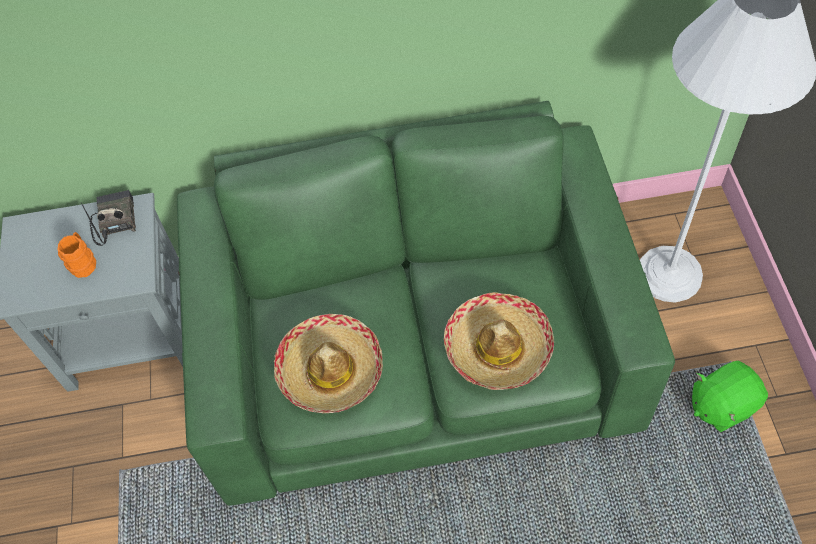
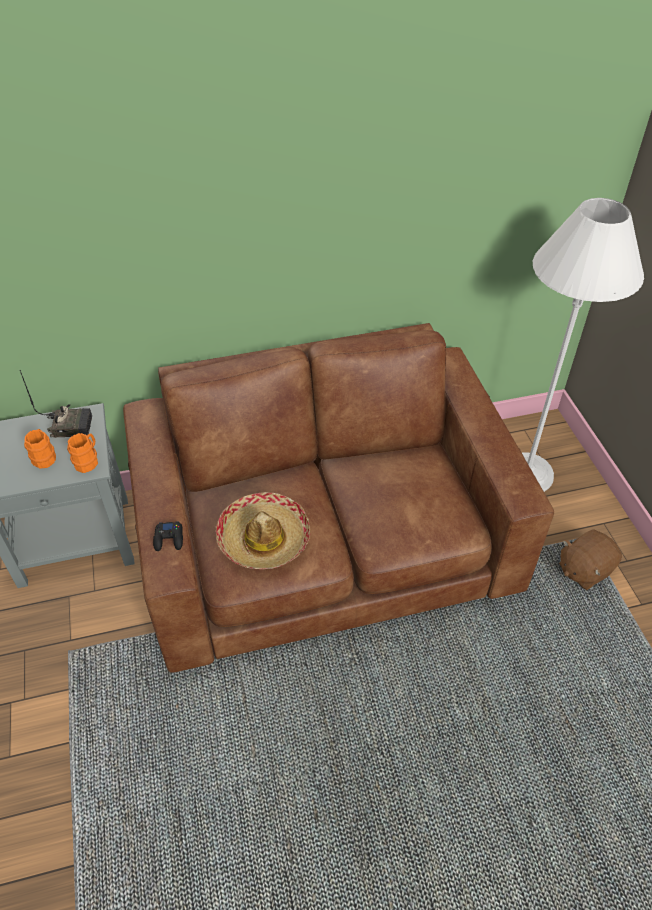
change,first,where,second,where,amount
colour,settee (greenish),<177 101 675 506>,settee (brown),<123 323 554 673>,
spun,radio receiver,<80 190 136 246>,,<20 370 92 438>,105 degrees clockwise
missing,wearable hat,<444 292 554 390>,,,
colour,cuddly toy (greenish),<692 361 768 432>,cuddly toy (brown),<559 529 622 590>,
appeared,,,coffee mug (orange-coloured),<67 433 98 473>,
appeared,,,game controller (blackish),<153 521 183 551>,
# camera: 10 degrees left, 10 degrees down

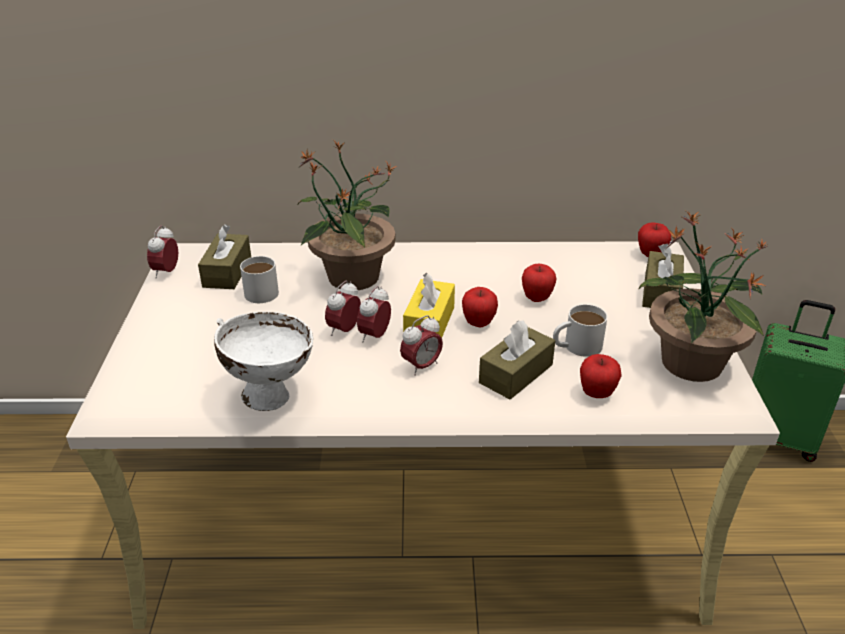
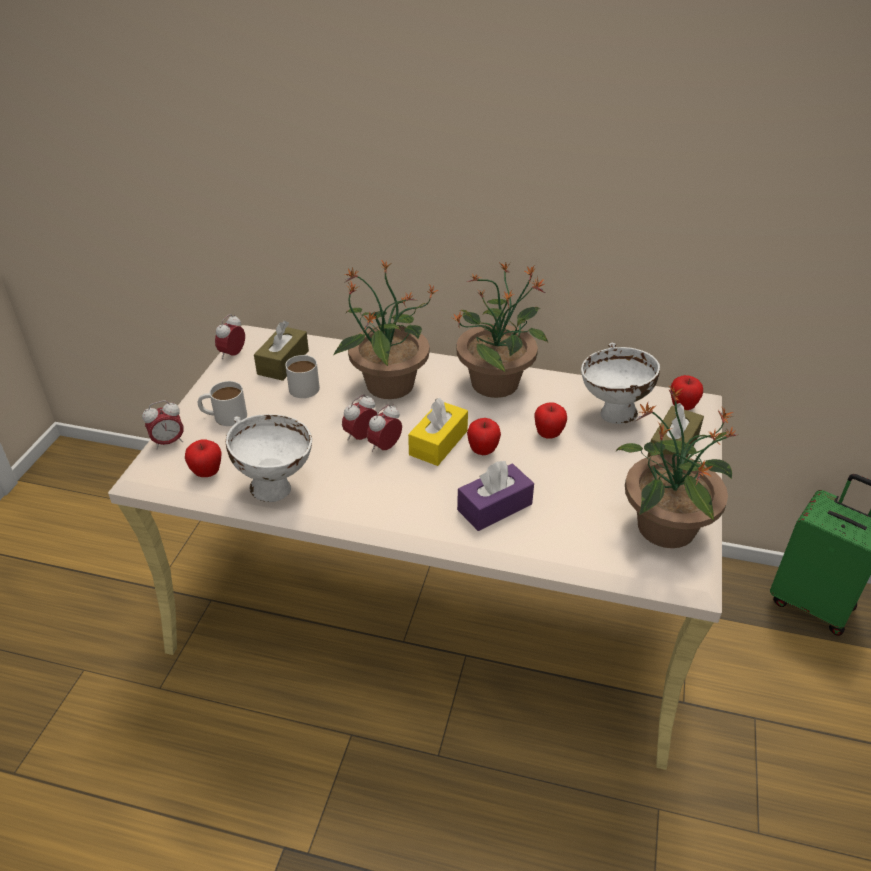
change,first,where,second,where,amount
relocated,coffee mug (whitish),<553 304 607 357>,,<197 381 247 426>,
relocated,table clock,<400 315 443 376>,,<142 400 183 449>,
colour,box of tissues (brown),<479 320 555 399>,box of tissues (purplish),<457 461 534 531>,
relocated,apple fruit,<580 354 622 398>,,<185 439 222 477>,
appeared,,,plant in a pot,<452 263 548 398>,
appeared,,,deep dish (whitish),<581 343 660 424>,
# camera: 15 degrees right, 5 degrees up

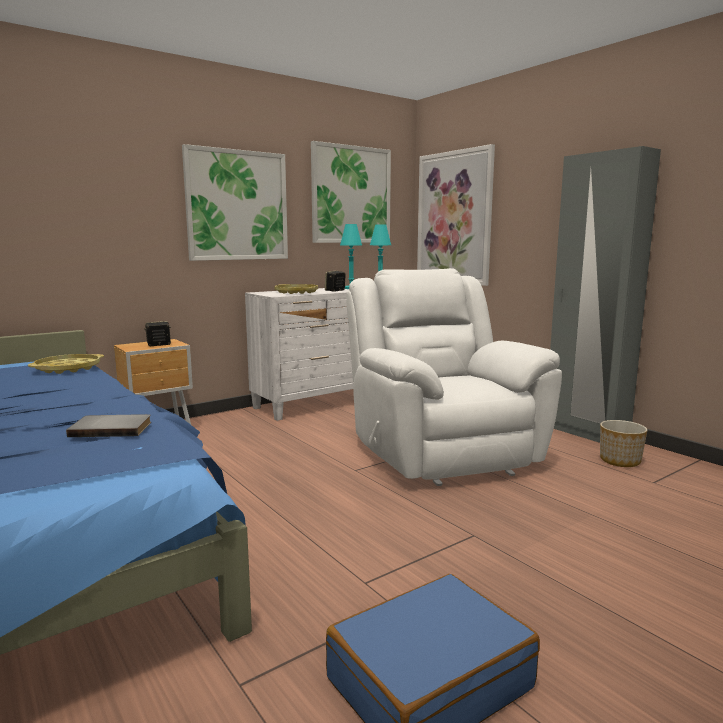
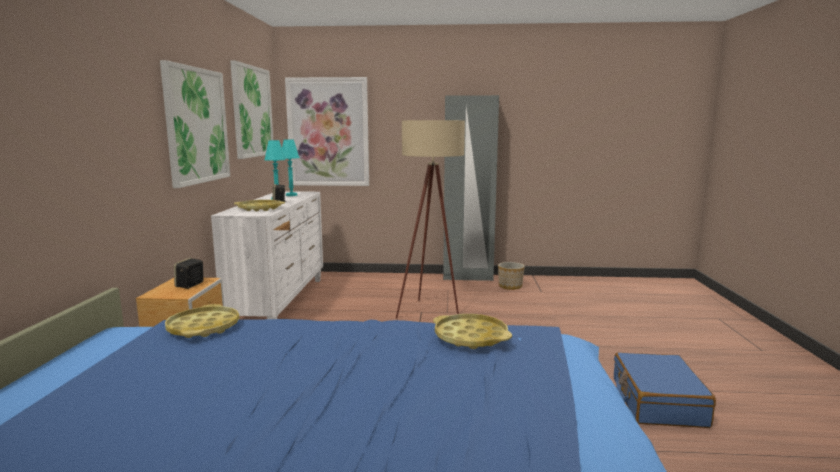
change,first,where,second,where,amount
exchanged,lounge chair (whitish),<346 268 562 486>,floor lamp (beige),<396 120 465 319>,
exchanged,bound book (grey),<66 414 151 437>,tray (yellow-coloured),<433 314 512 349>,
# camera: 50 degrees left, 0 degrees up

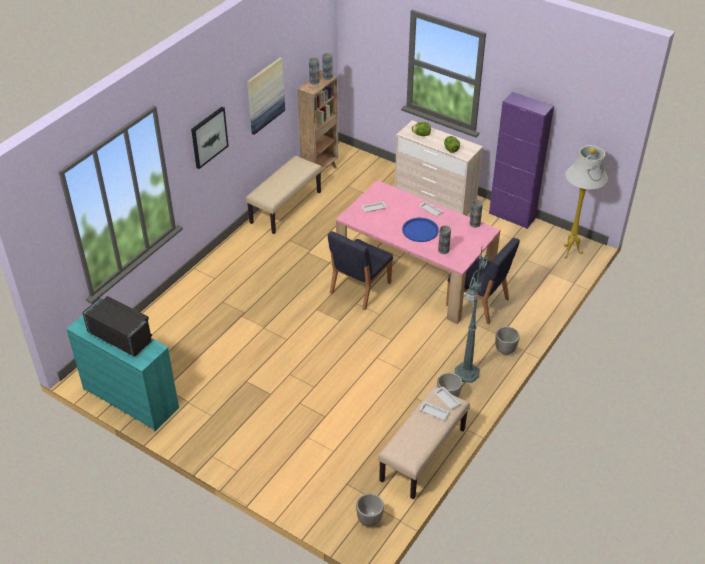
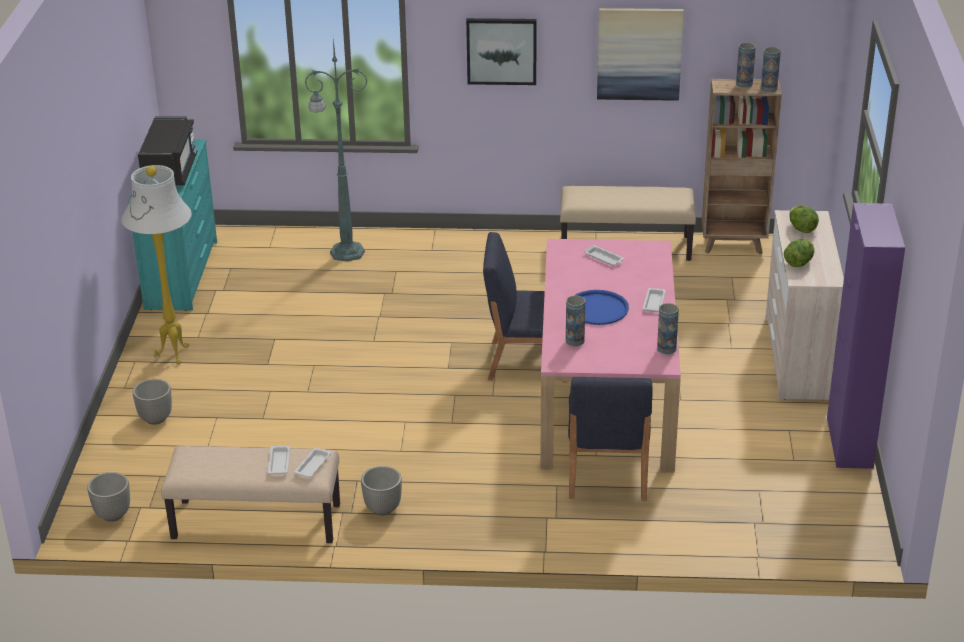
change,first,where,second,where,amount
relocated,floor lamp (whitish),<564 145 608 258>,,<121 165 192 364>,
relocated,floor lamp (greenish),<455 248 489 383>,,<305 39 368 262>,
relocated,planter,<495 326 520 355>,,<133 379 172 425>,
# camera: 60 degrees right, 10 degrees down

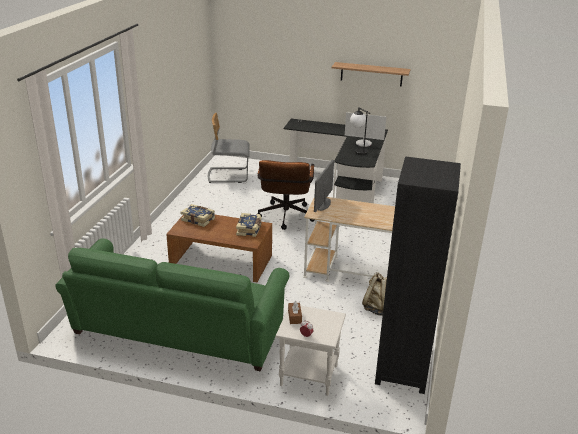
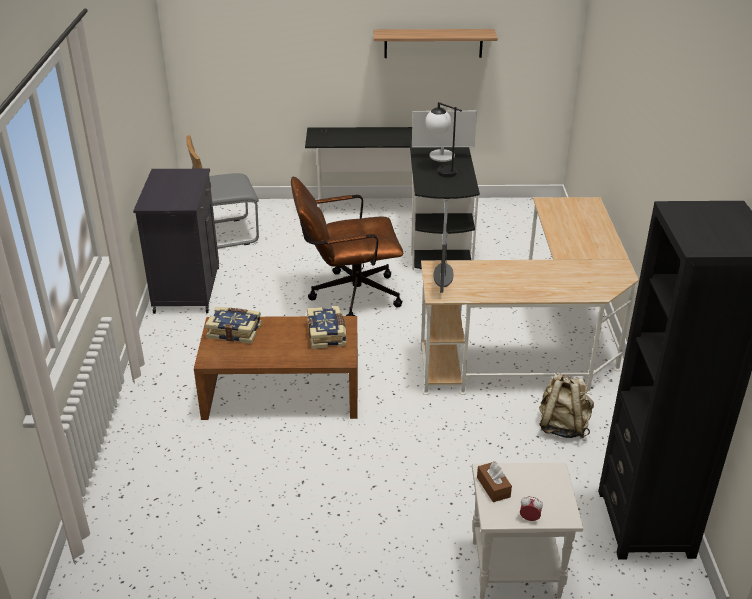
change,first,where,second,where,amount
spun,computer chair (brown),<257 160 315 230>,,<291 177 403 316>,90 degrees clockwise
missing,settee (greenish),<55 238 289 371>,,,
appeared,,,storage cabinet (blackish),<133 169 219 314>,
# camera: 15 degrees left, 5 degrees up

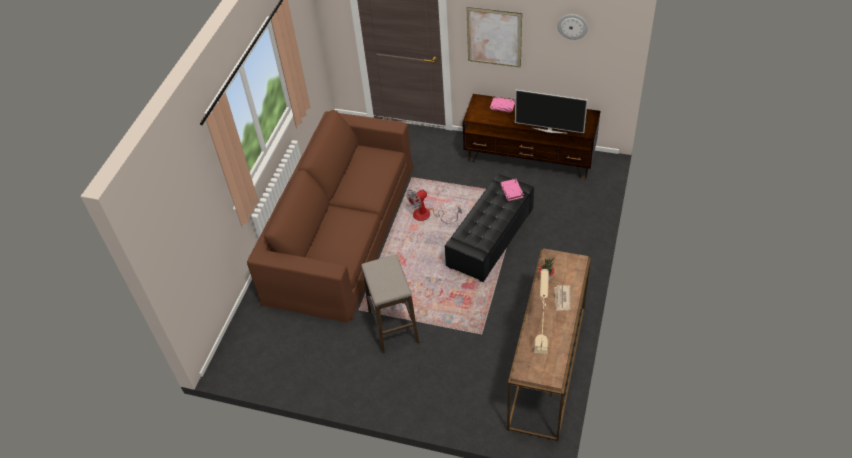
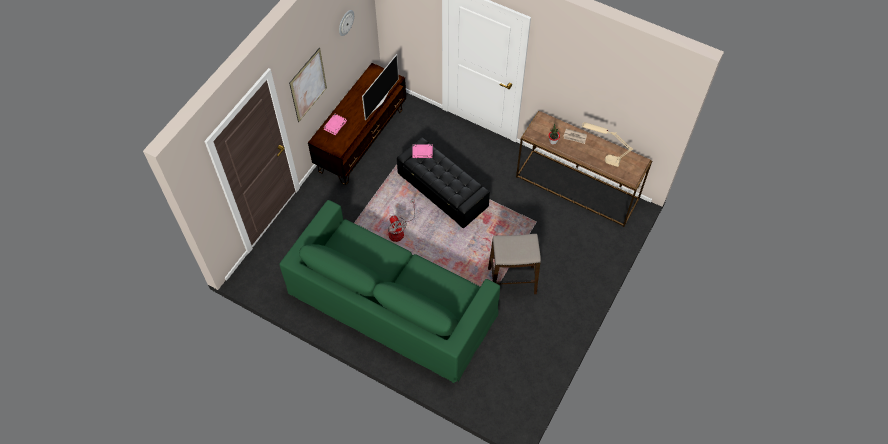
change,first,where,second,where,amount
colour,settee (brown),<247 110 413 323>,settee (greenish),<279 200 500 383>,
# camera: 80 degrees left, 10 degrees up

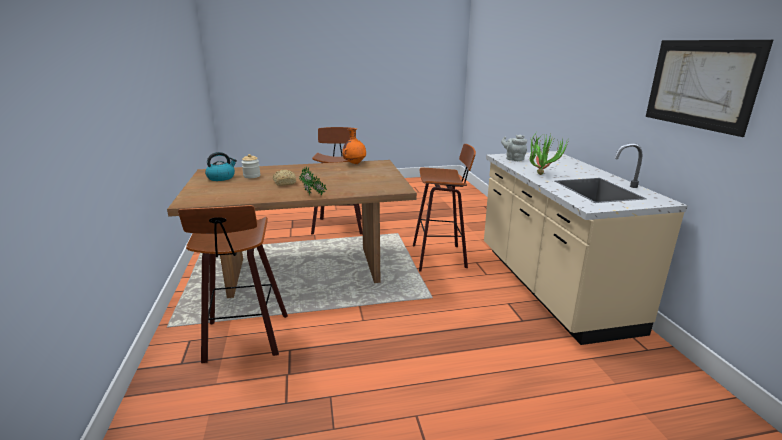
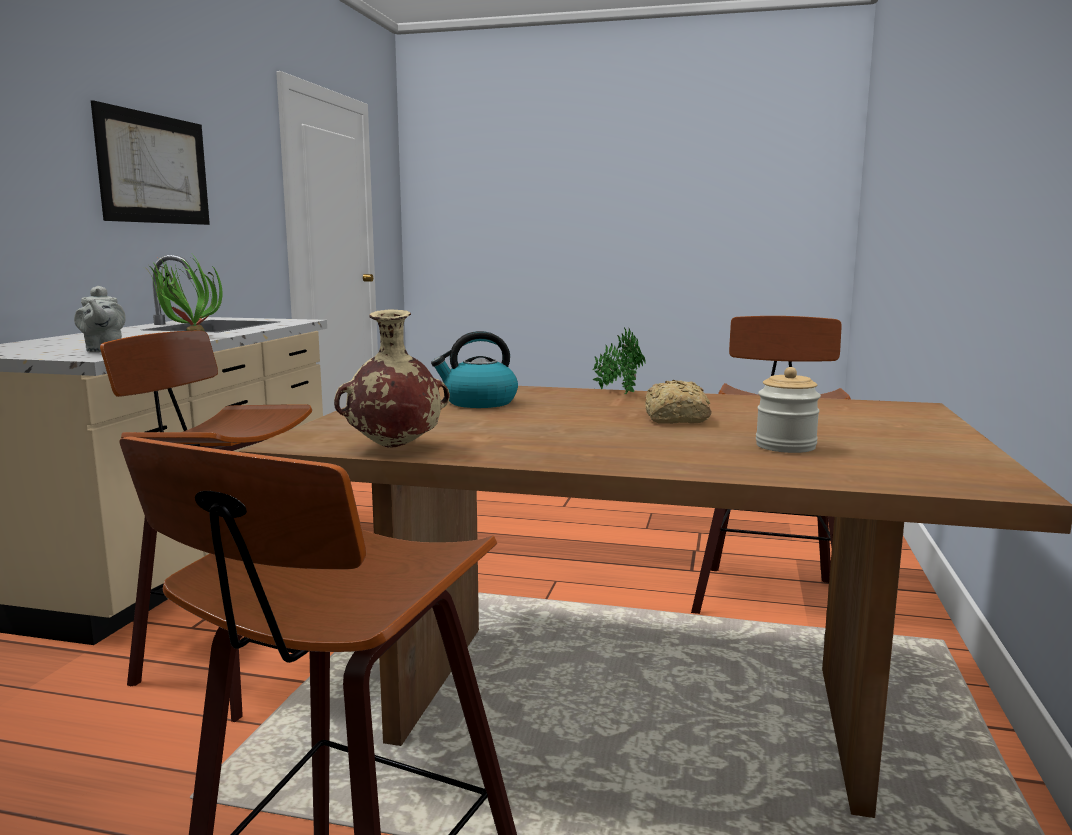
change,first,where,second,where,amount
colour,flower vase (orange-coloured),<342 128 366 164>,flower vase (beige),<334 309 450 448>,
relocated,water kettle,<205 152 237 181>,,<431 331 518 408>,
# camera: 155 degrees left, 10 degrees down

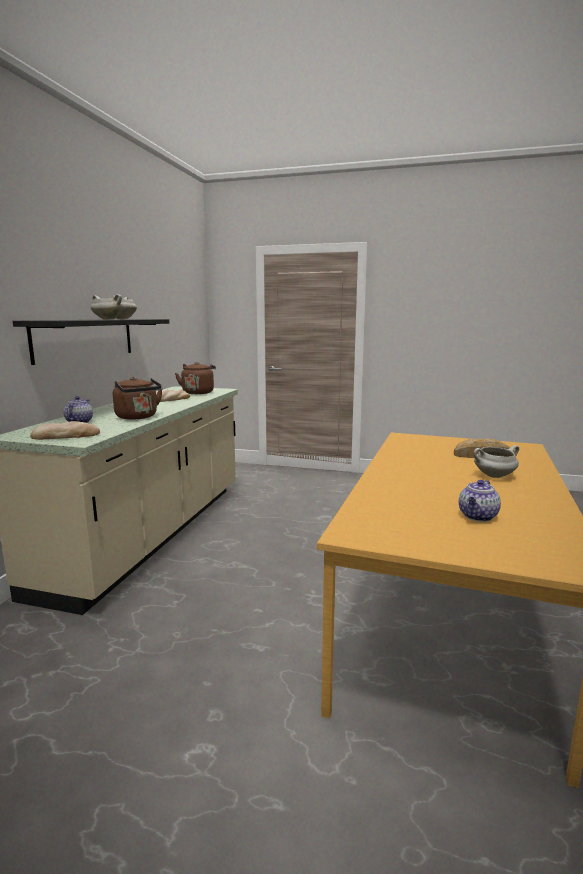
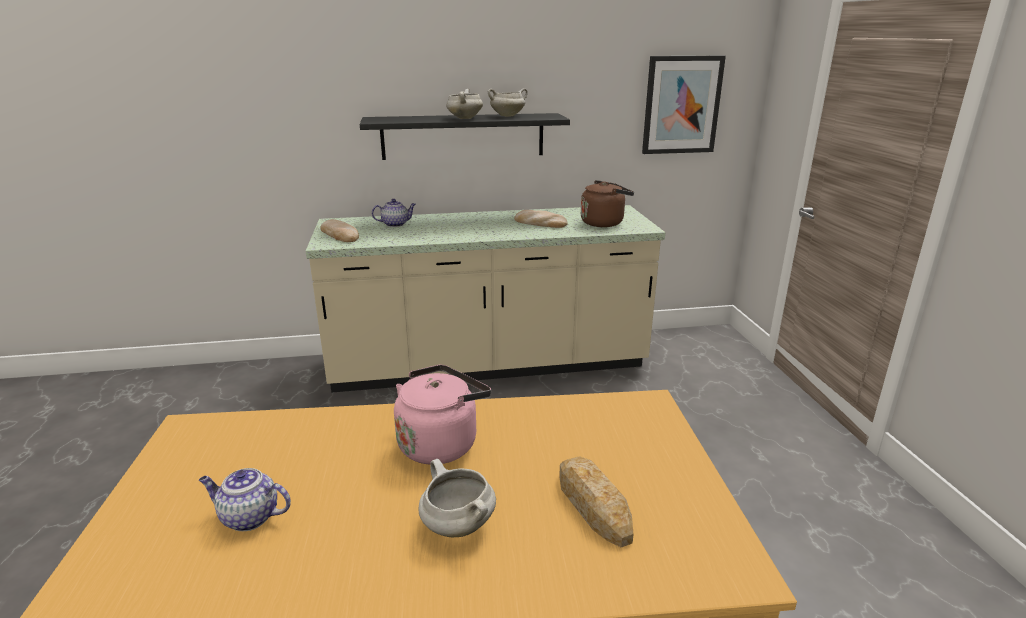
change,first,where,second,where,amount
missing,water kettle (brown),<113 377 162 420>,,,
appeared,,,wall picture,<642 56 726 154>,
appeared,,,water kettle (pink-coloured),<394 365 491 465>,
# camera: 65 degrees right, 10 degrees up

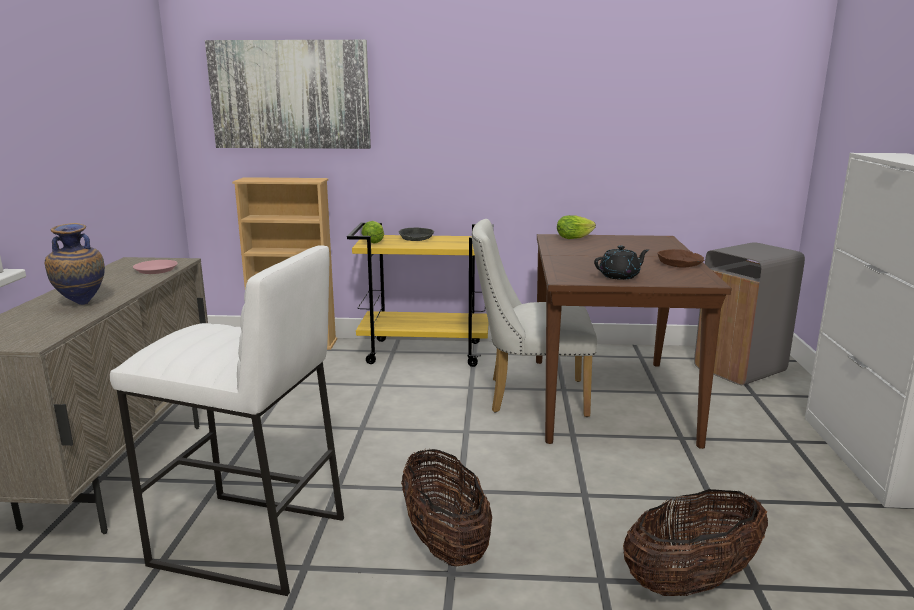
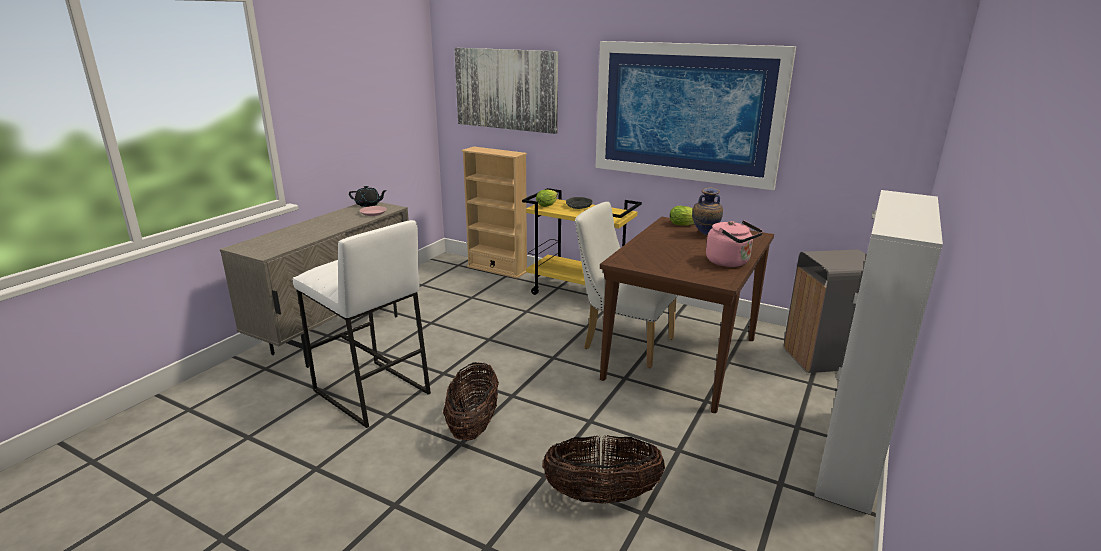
change,first,where,second,where,amount
relocated,flower vase,<45 223 105 305>,,<692 187 723 235>,
relocated,tea pot (blackish),<594 246 649 280>,,<349 186 387 207>,
exchanged,deep dish (brown),<657 249 704 268>,water kettle (pink-coloured),<706 220 763 267>,
appeared,,,wall picture,<596 41 796 190>,
# camera: 25 degrees right, 5 degrees up

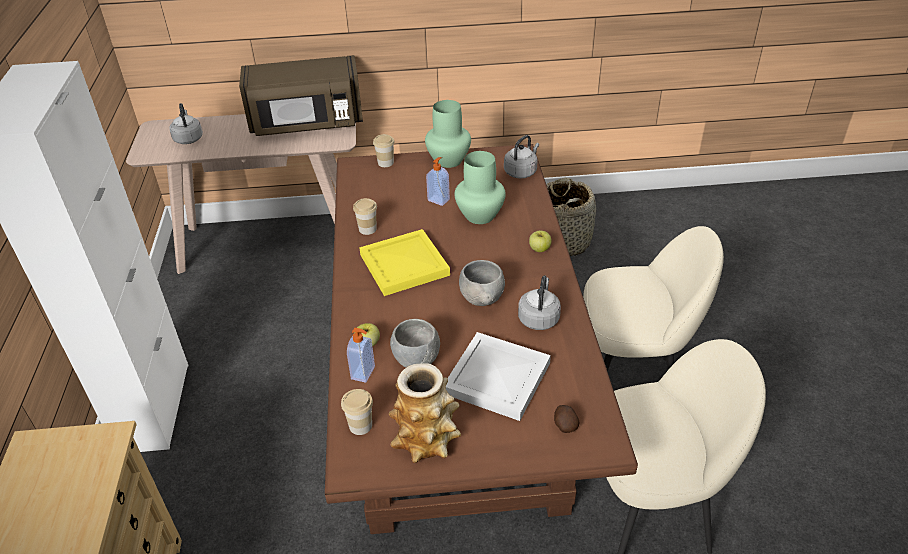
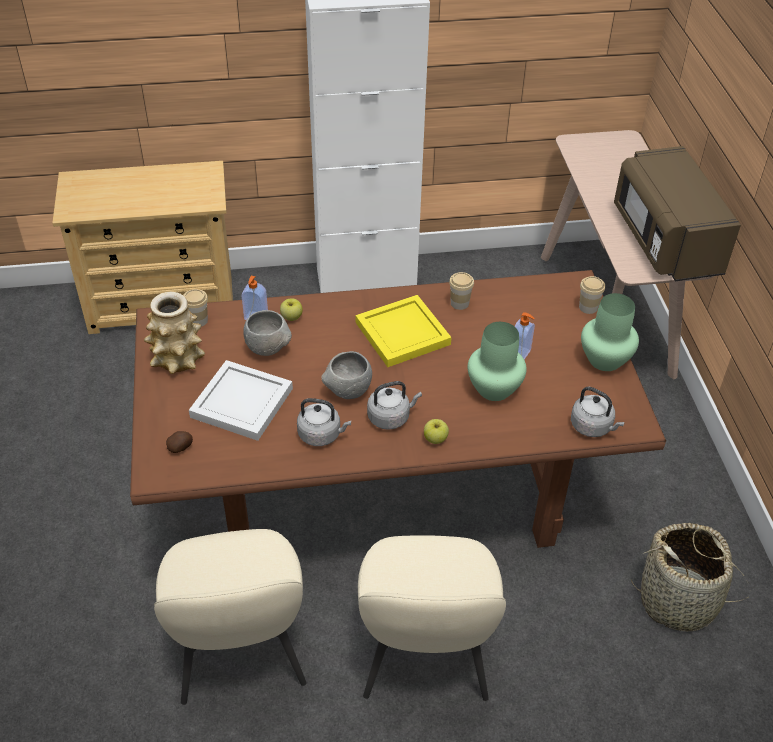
change,first,where,second,where,amount
relocated,water kettle (grey),<169 103 203 144>,,<367 381 422 430>,
# camera: 85 degrees right, 5 degrees up

